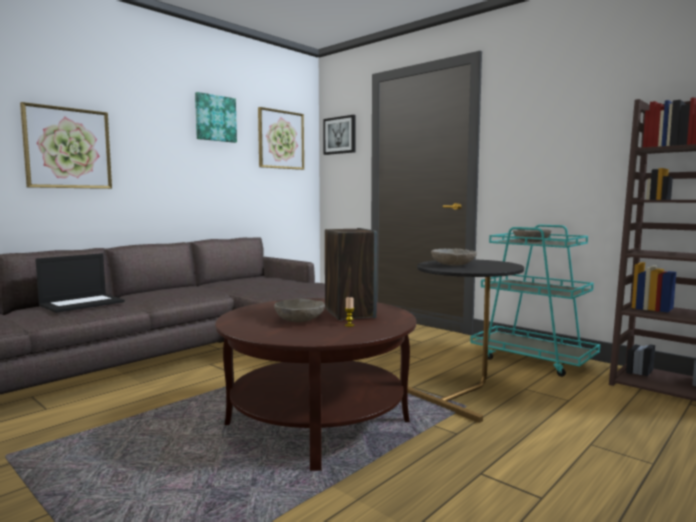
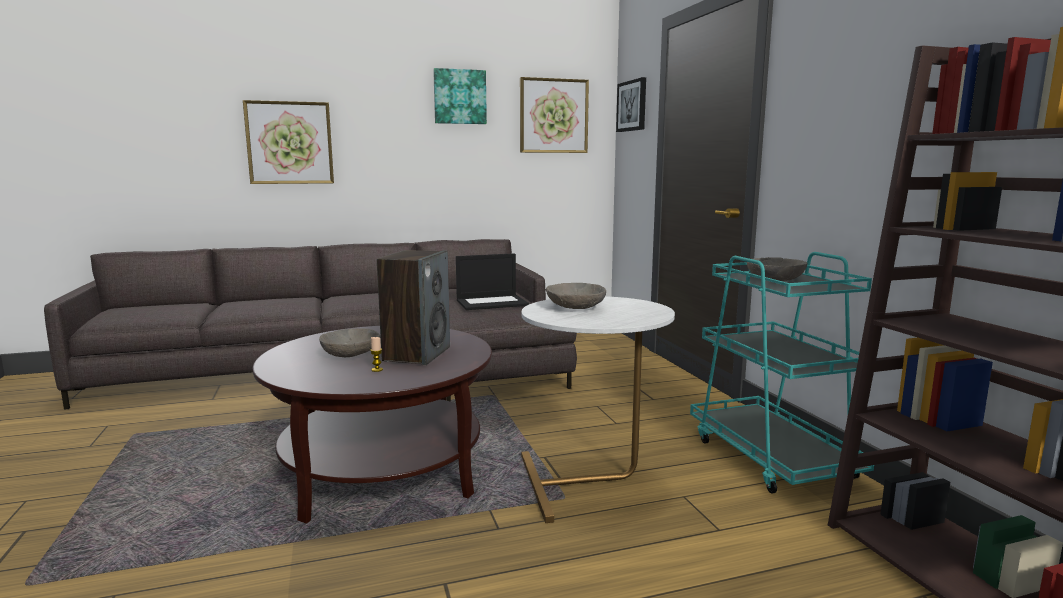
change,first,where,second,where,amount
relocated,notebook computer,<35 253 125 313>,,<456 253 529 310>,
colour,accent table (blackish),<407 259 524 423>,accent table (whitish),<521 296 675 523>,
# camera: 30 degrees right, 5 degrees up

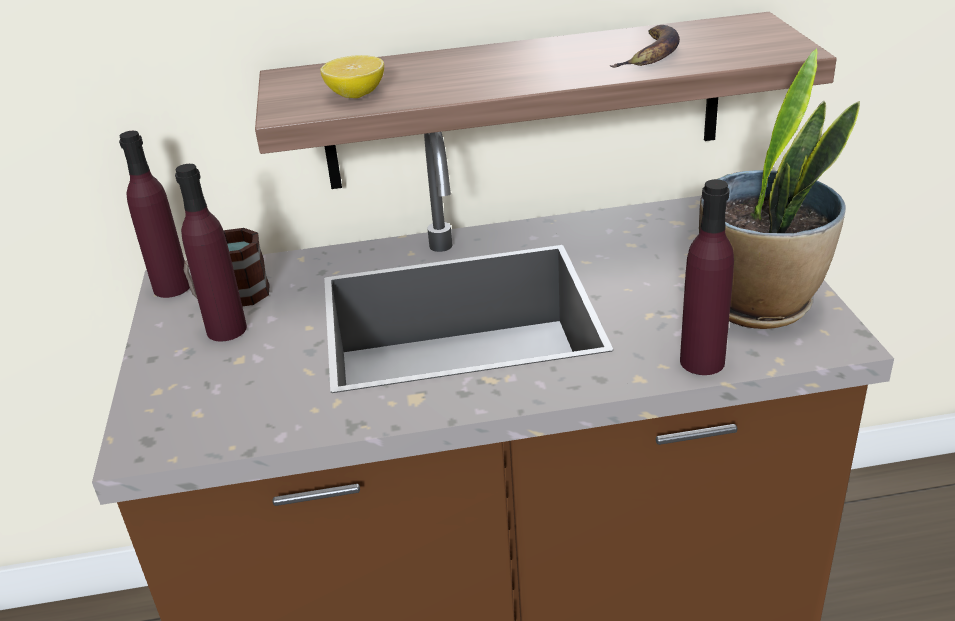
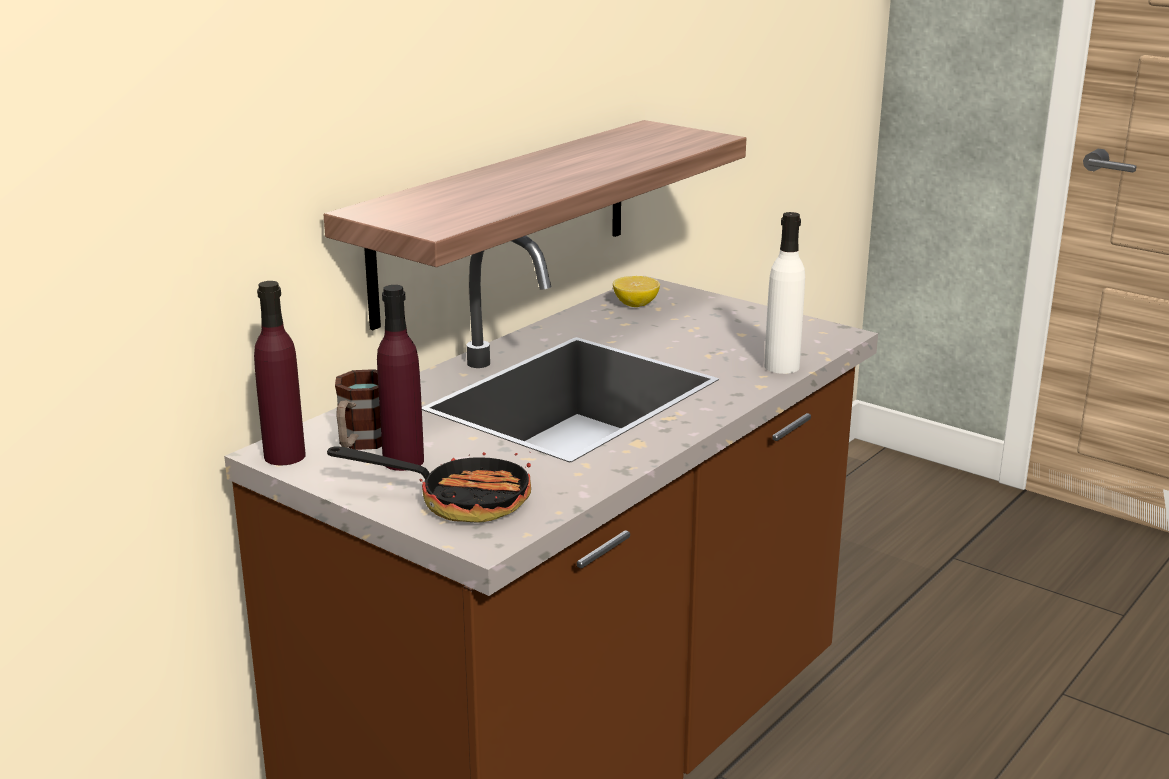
change,first,where,second,where,amount
missing,banana fruit,<609 25 680 68>,,,
missing,plant in a pot,<699 49 860 329>,,,
relocated,whole lemon,<320 55 384 98>,,<613 276 660 307>,
colour,drink bottle (purplish),<680 179 734 375>,drink bottle (whitish),<764 212 805 374>,
appeared,,,pan,<327 446 531 523>,
# camera: 45 degrees left, 10 degrees down

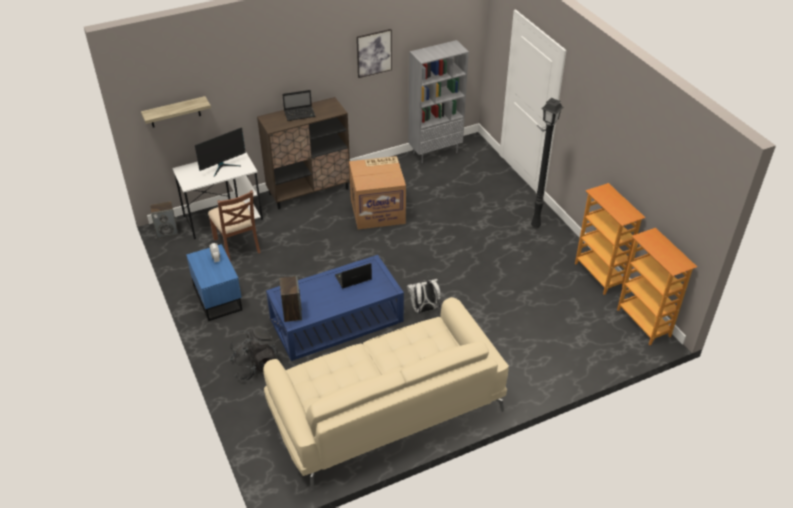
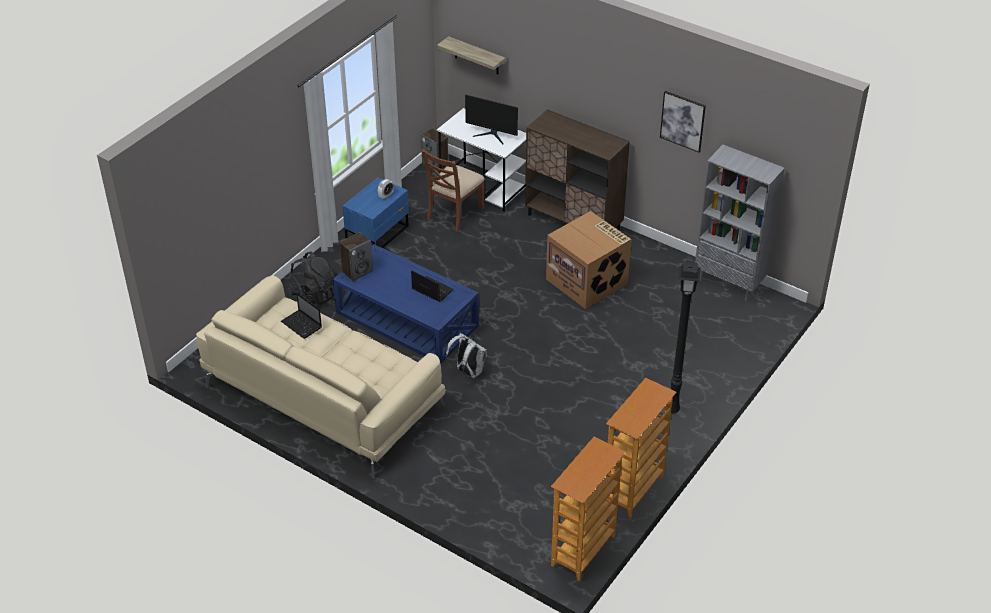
change,first,where,second,where,amount
relocated,notebook computer,<282 90 316 121>,,<281 292 322 339>,
# camera: 60 degrees right, 0 degrees up

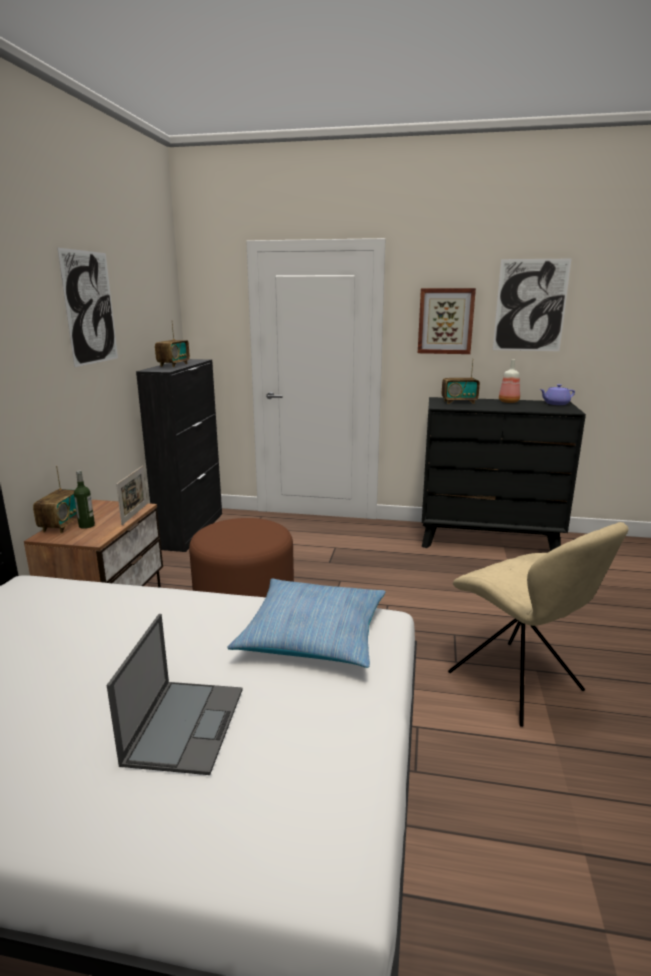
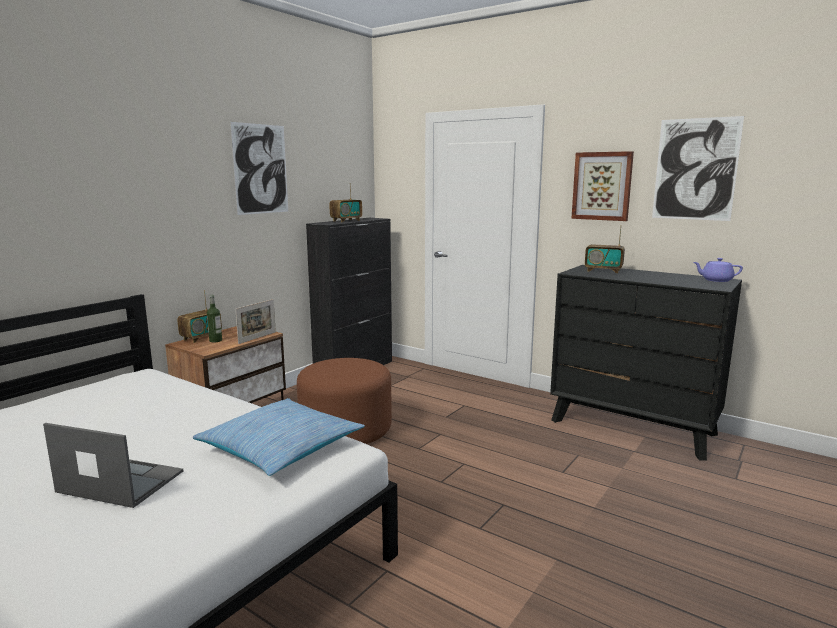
change,first,where,second,where,amount
missing,drink bottle,<499 359 520 403>,,,
missing,chair (beige),<448 522 628 727>,,,
spun,notebook computer,<107 614 242 775>,,<43 423 183 508>,105 degrees counterclockwise
# camera: 25 degrees right, 5 degrees down

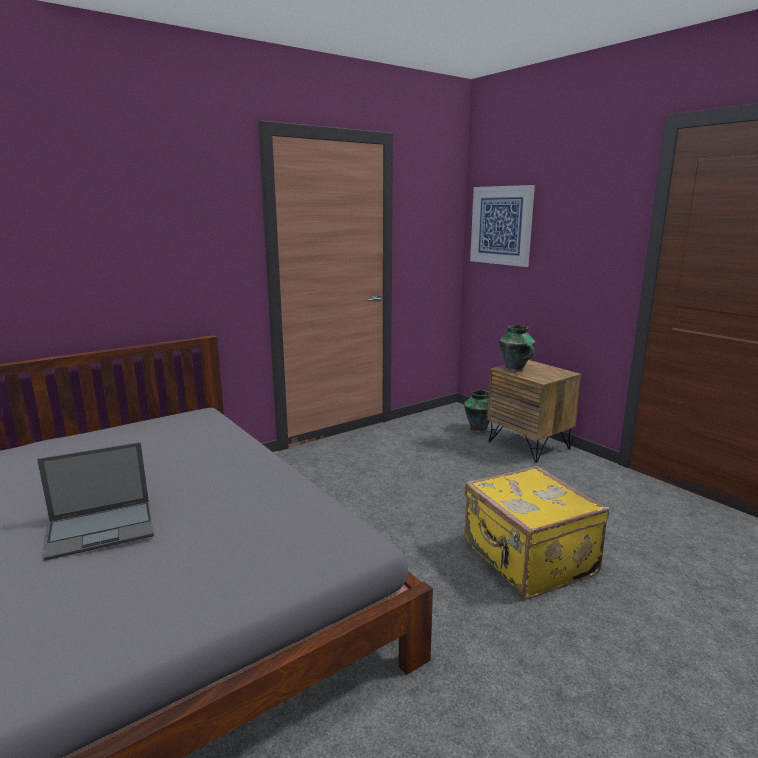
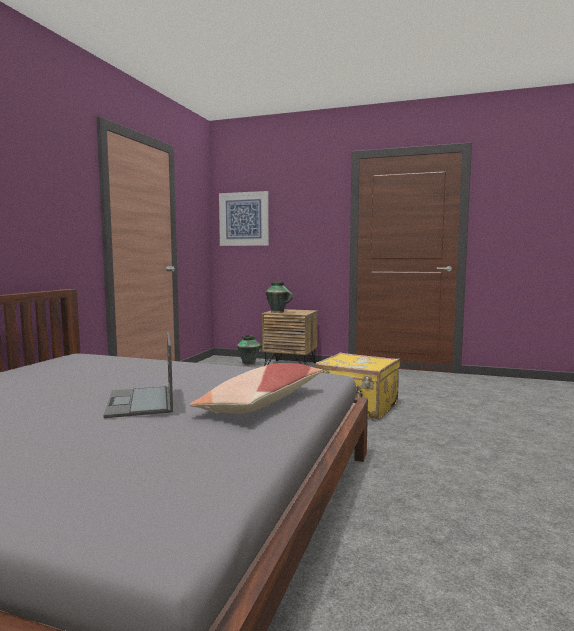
change,first,where,second,where,amount
spun,notebook computer,<37 442 154 561>,,<104 332 173 418>,135 degrees clockwise
appeared,,,throw pillow,<190 363 323 414>,
# camera: 35 degrees left, 10 degrees down

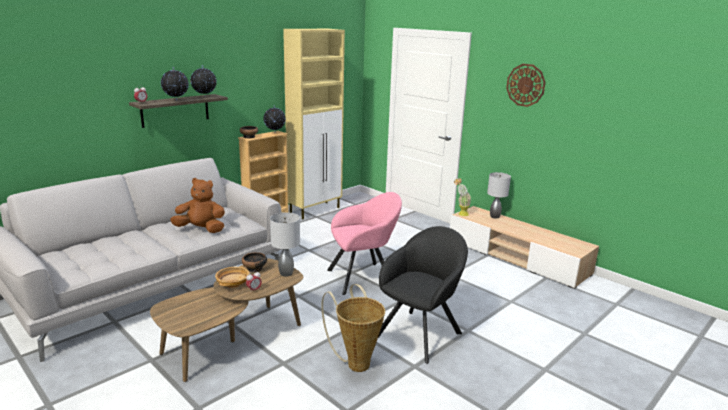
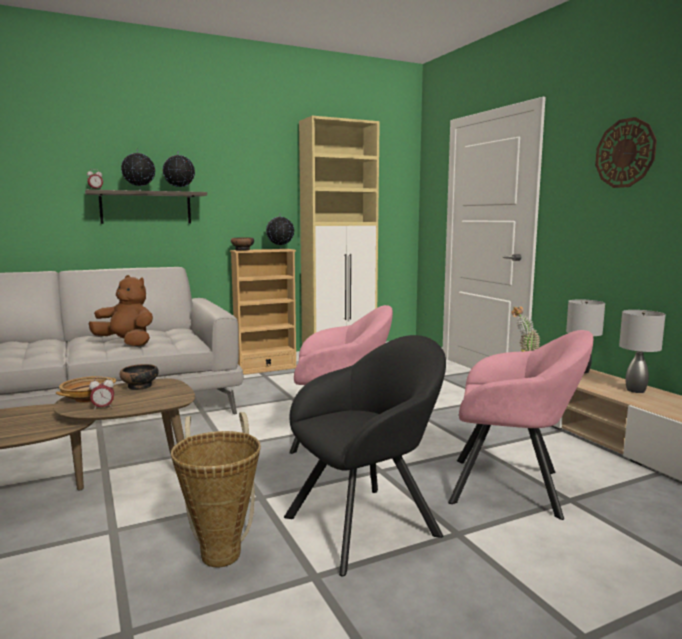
change,first,where,second,where,amount
relocated,table lamp (grey),<270 212 300 277>,,<619 310 666 393>,
appeared,,,lounge chair (pink-coloured),<448 330 593 520>,
# camera: 20 degrees right, 10 degrees down

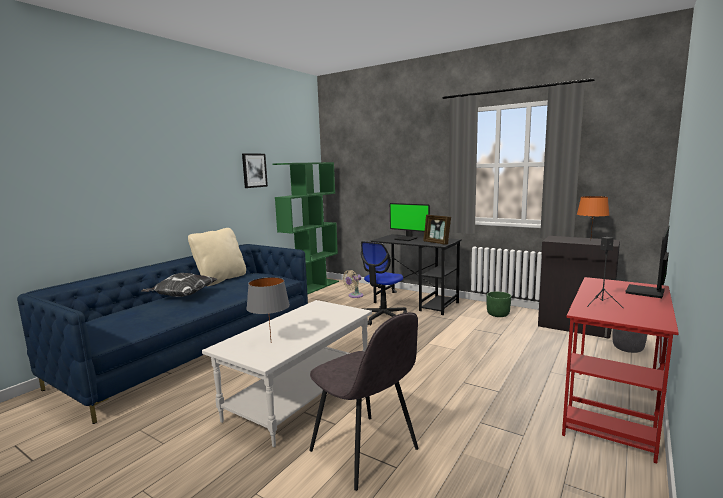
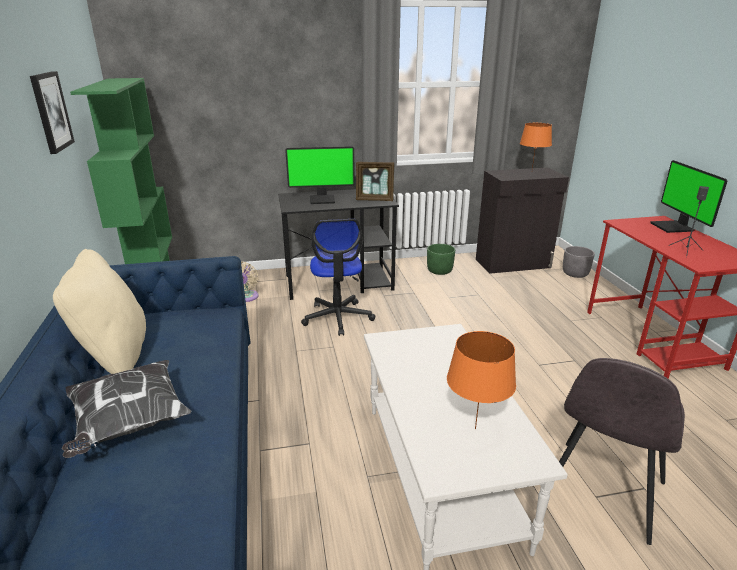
change,first,where,second,where,amount
colour,table lamp (grey),<246 277 290 338>,table lamp (orange-coloured),<447 331 516 429>,
spun,chair (grey),<309 312 419 491>,,<559 358 685 545>,120 degrees clockwise
# camera: 45 degrees left, 15 degrees up

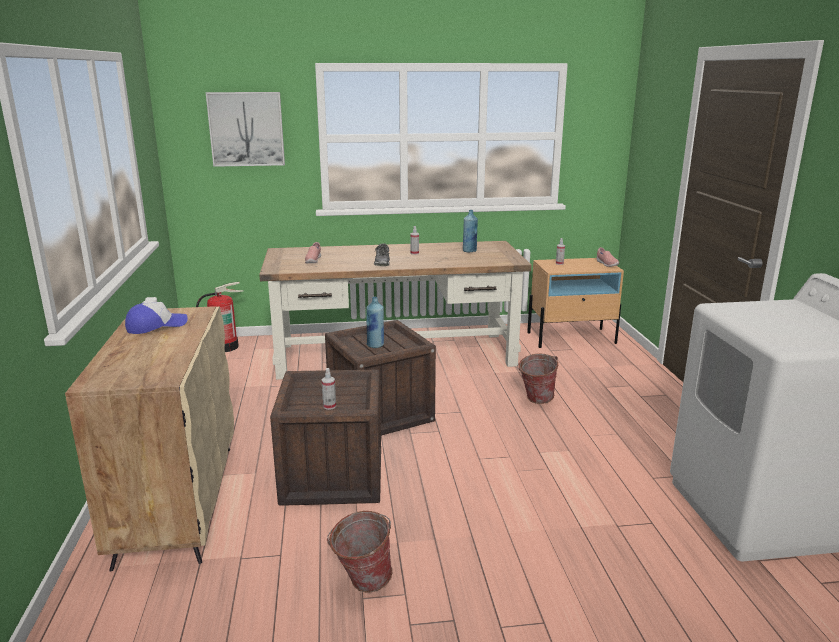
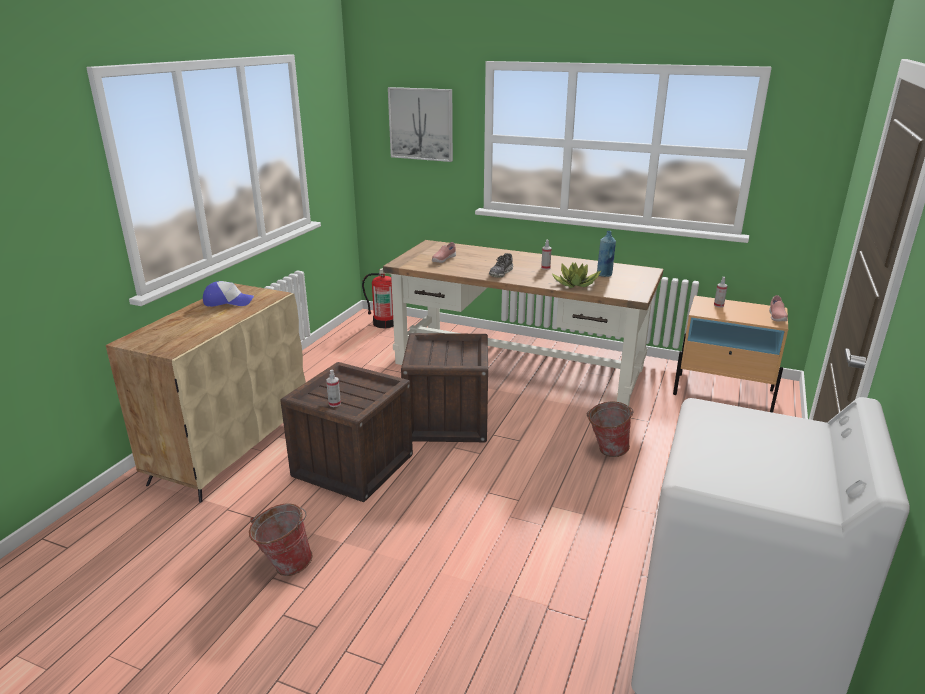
change,first,where,second,where,amount
missing,drink bottle (blue),<366 297 384 348>,,,
appeared,,,plant in a pot,<552 262 601 288>,
# camera: 30 degrees right, 5 degrees up

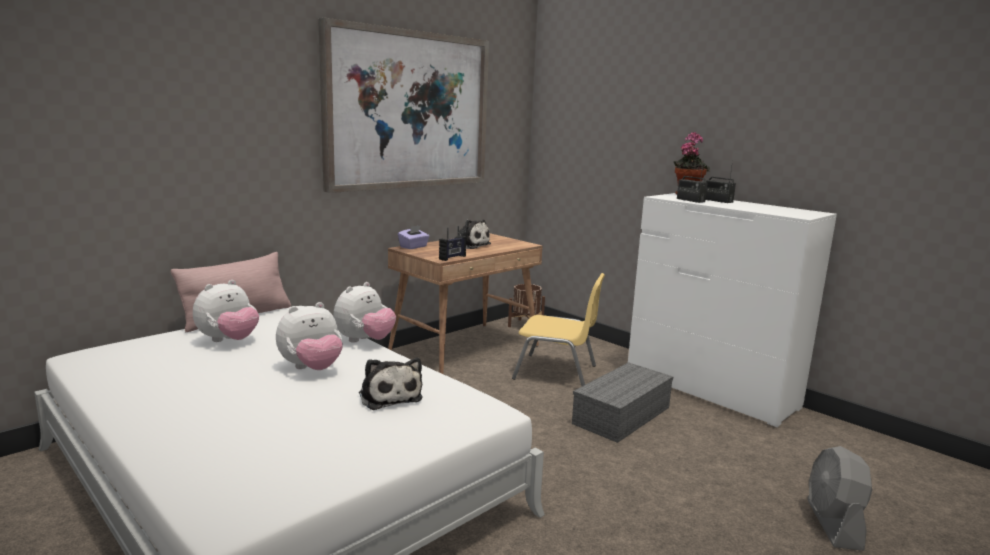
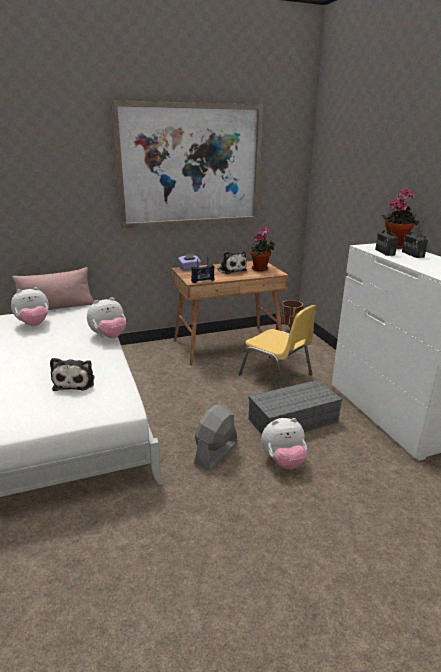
change,first,where,second,where,amount
relocated,cuddly toy,<276 302 343 370>,,<261 418 307 470>,
relocated,electric fan (grey),<807 446 872 551>,,<194 405 237 470>,
appeared,,,plant in a pot,<250 227 275 271>,
# camera: 25 degrees right, 10 degrees up

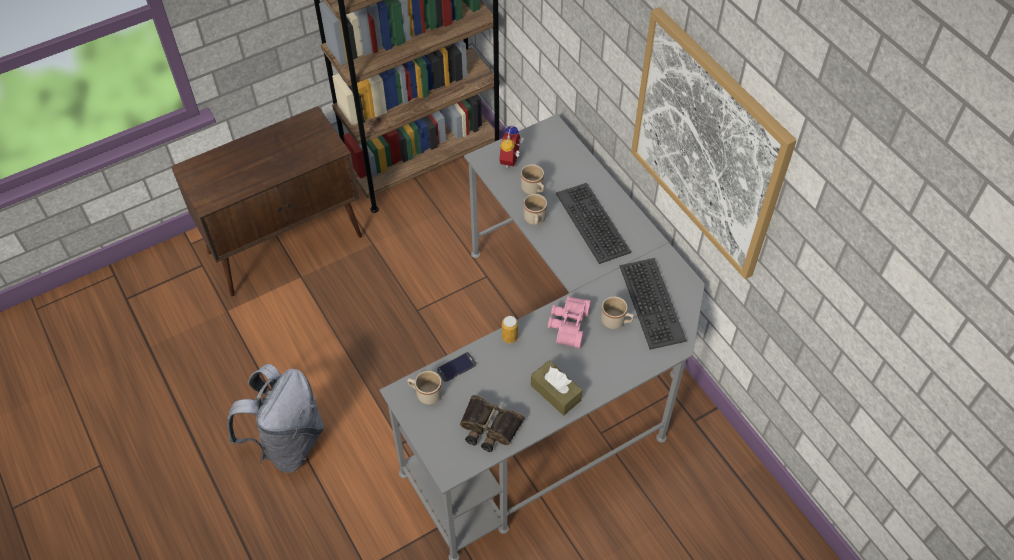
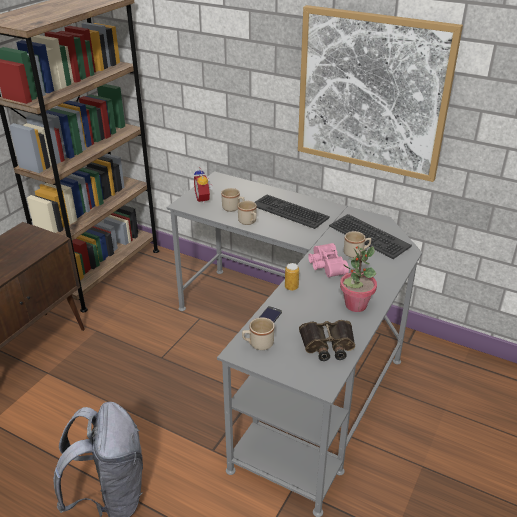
change,first,where,second,where,amount
exchanged,box of tissues (brown),<531 360 582 415>,plant in a pot,<340 246 377 312>,
# camera: 30 degrees left, 20 degrees down

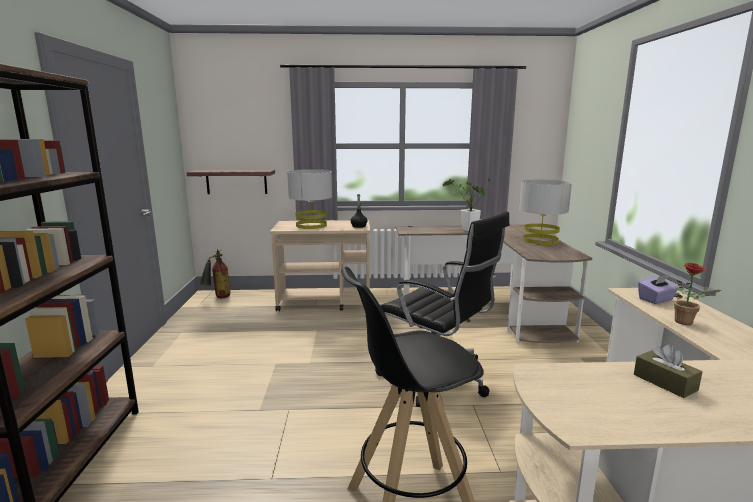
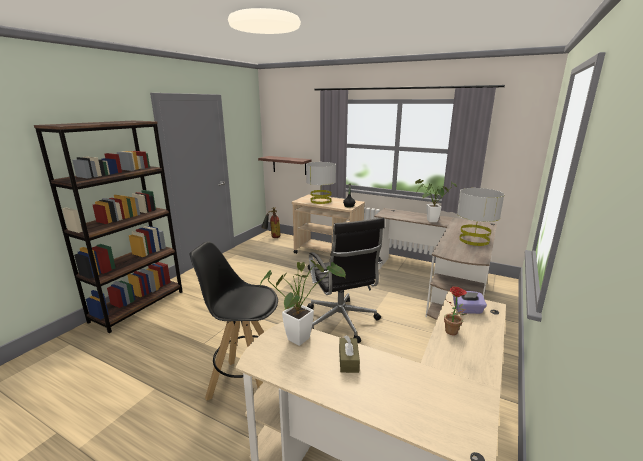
change,first,where,second,where,amount
appeared,,,plant in a pot,<259 260 346 346>,
# camera: 30 degrees right, 5 degrees up

